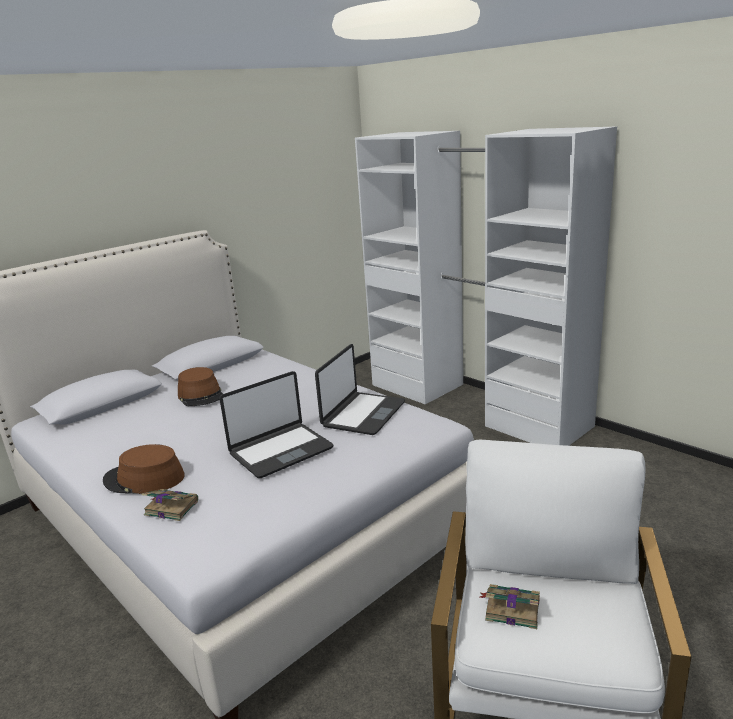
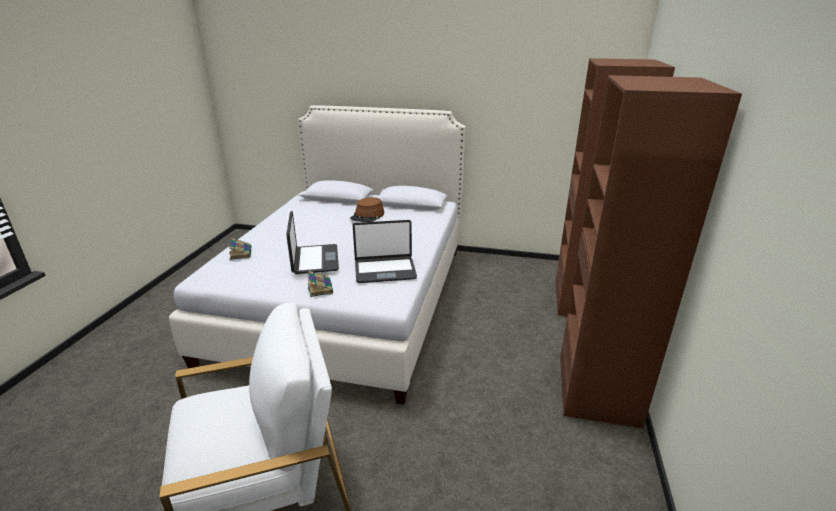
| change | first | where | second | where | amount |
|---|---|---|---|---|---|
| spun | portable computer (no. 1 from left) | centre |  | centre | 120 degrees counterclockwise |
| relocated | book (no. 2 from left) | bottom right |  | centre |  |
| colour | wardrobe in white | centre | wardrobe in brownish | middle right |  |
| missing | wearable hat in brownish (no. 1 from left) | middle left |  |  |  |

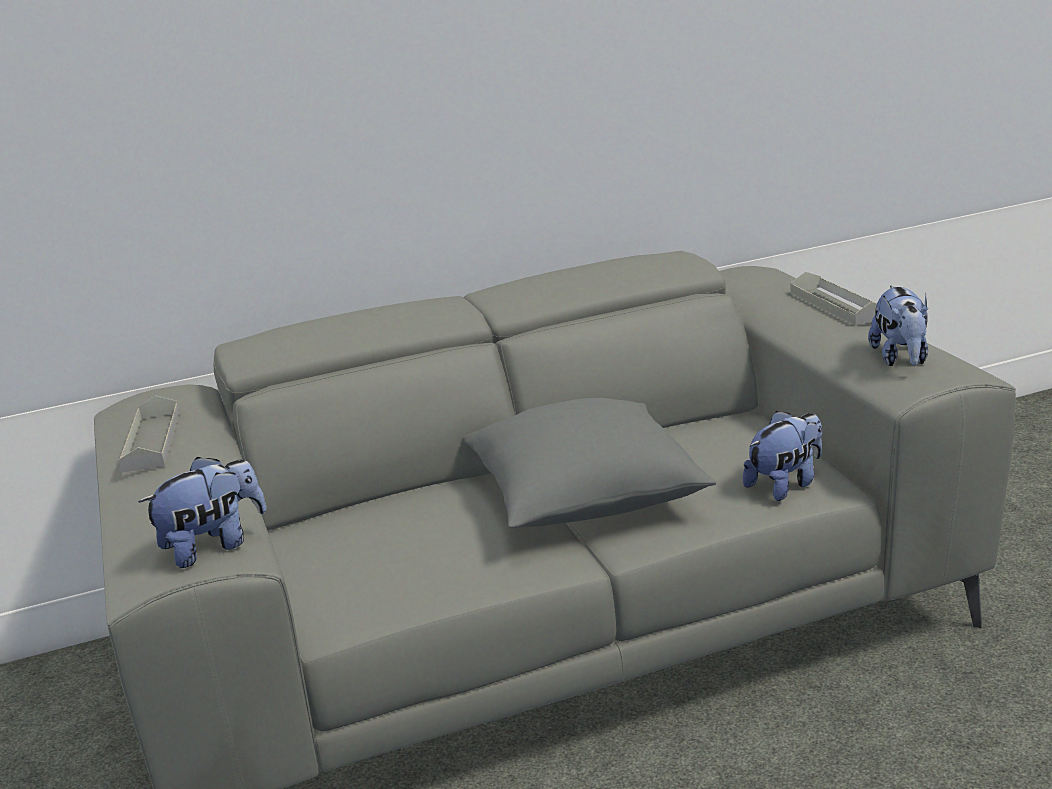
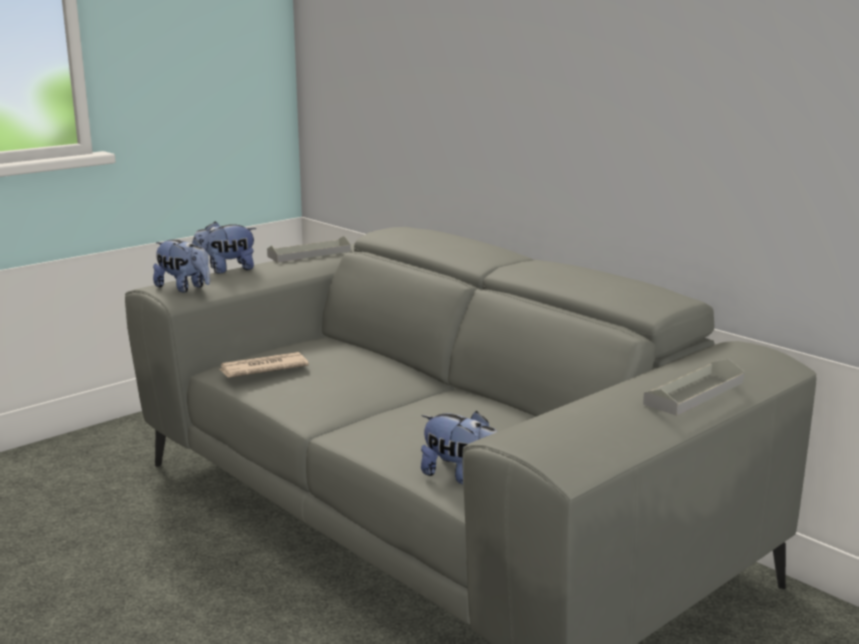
| change | first | where | second | where | amount |
|---|---|---|---|---|---|
| relocated | plush toy (no. 3 from left in the first image) | middle right | plush toy (no. 2 from left) | middle left |  |
| appeared |  |  | daily paper | middle left |  |
| missing | pillow in gray | centre |  |  |  |

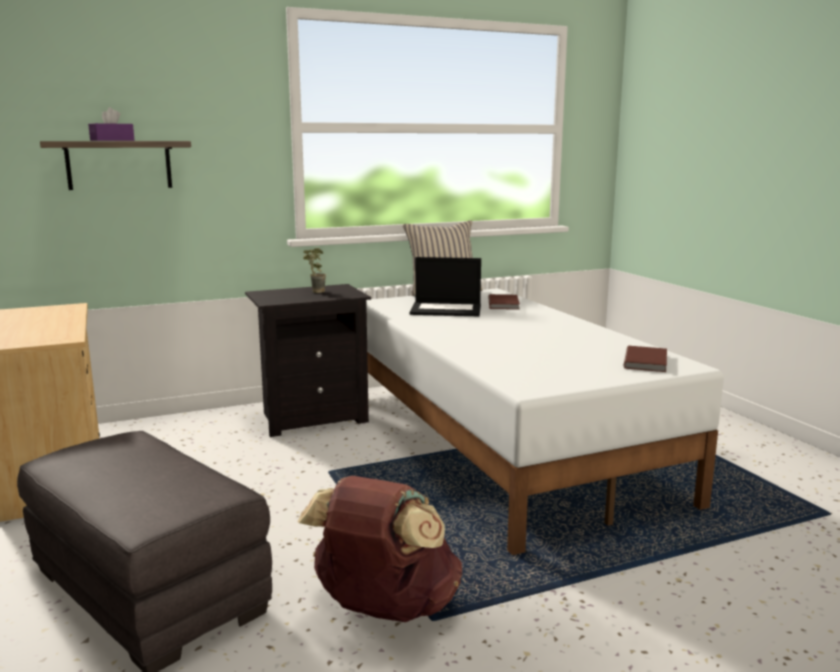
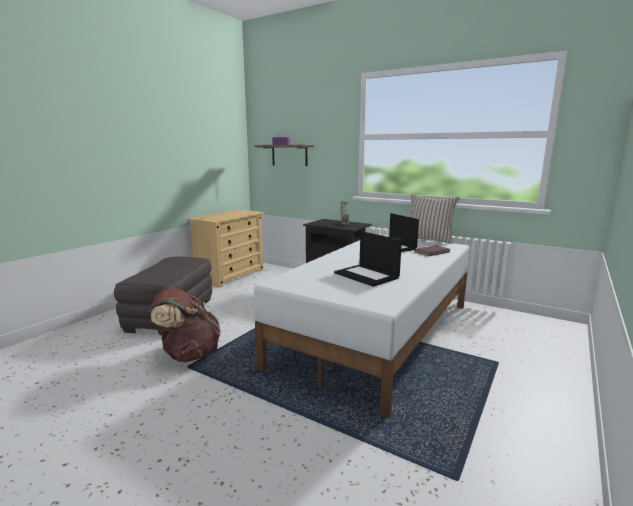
| change | first | where | second | where | amount |
|---|---|---|---|---|---|
| appeared |  |  | portable computer (no. 1 from left) | centre |  |
| missing | book in brownish (no. 2 from left) | middle right |  |  |  |

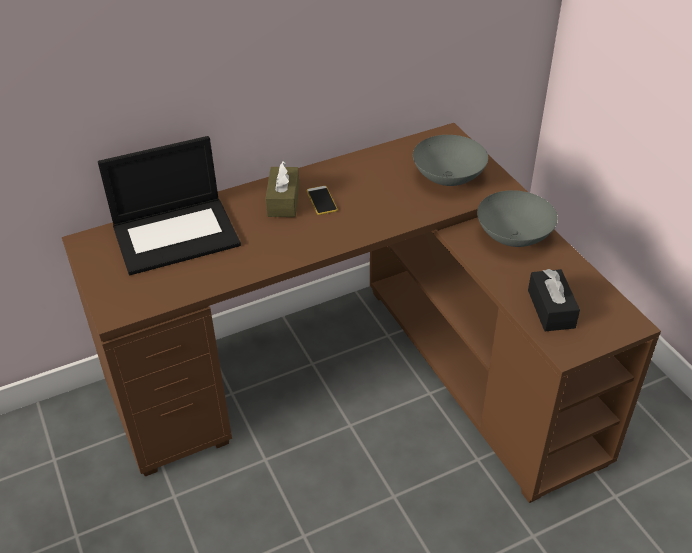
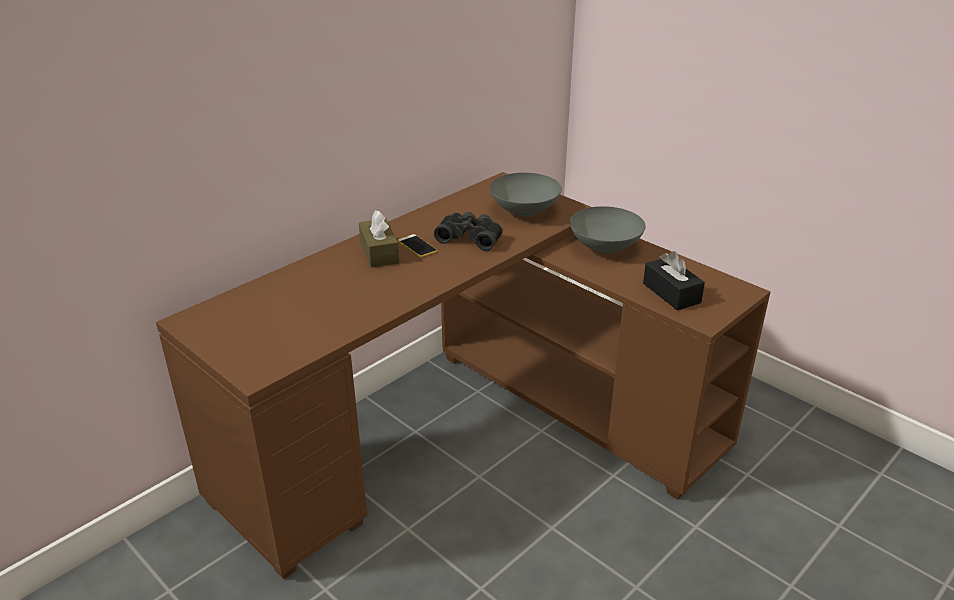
| change | first | where | second | where | amount |
|---|---|---|---|---|---|
| appeared |  |  | field glasses in blackish | centre |  |
| missing | portable computer | middle left |  |  |  |

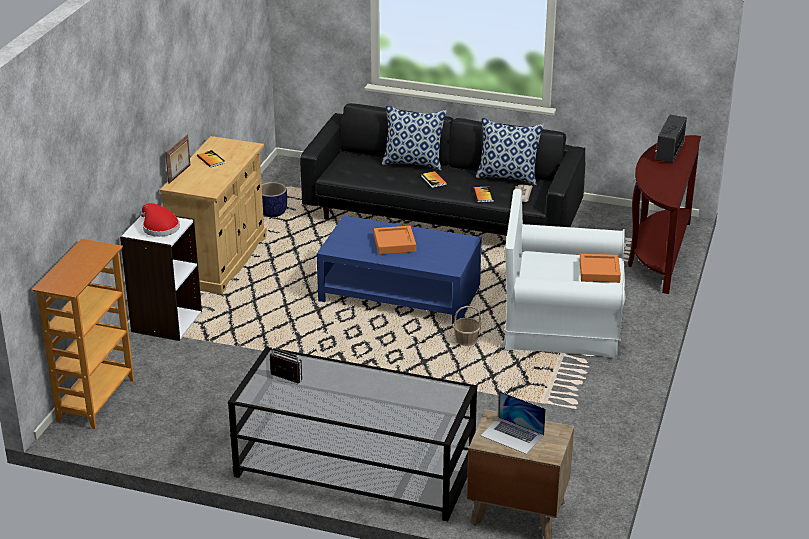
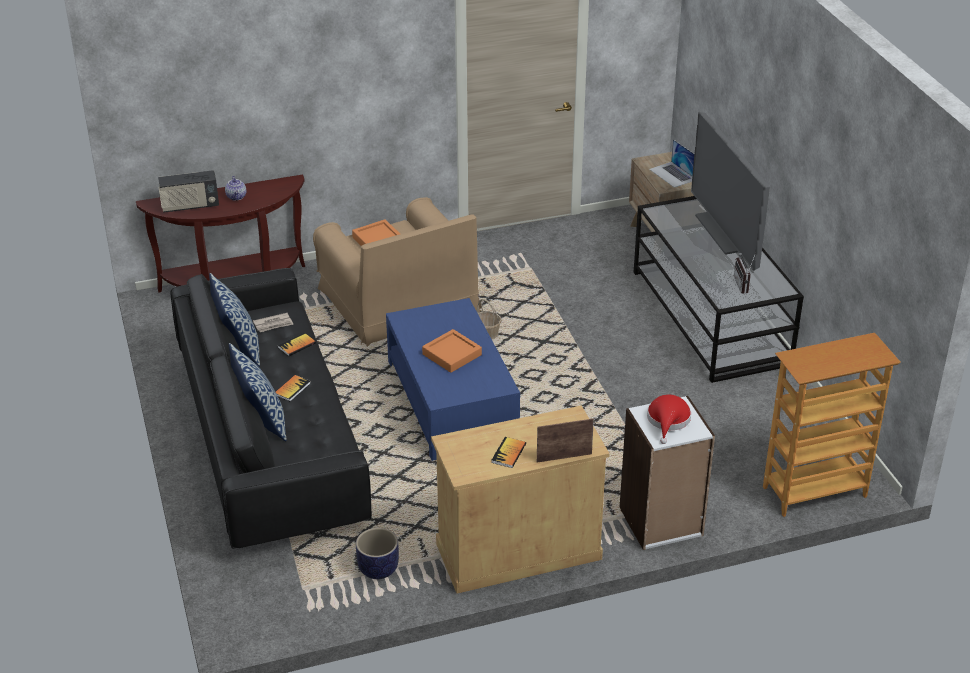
| change | first | where | second | where | amount |
|---|---|---|---|---|---|
| appeared |  |  | pot for tea | top left |  |
| colour | easy chair in white | middle right | easy chair in brownish | centre |  |
| spun | portable computer | bottom centre |  | top right | 150 degrees clockwise |
| appeared |  |  | television | top right |  |

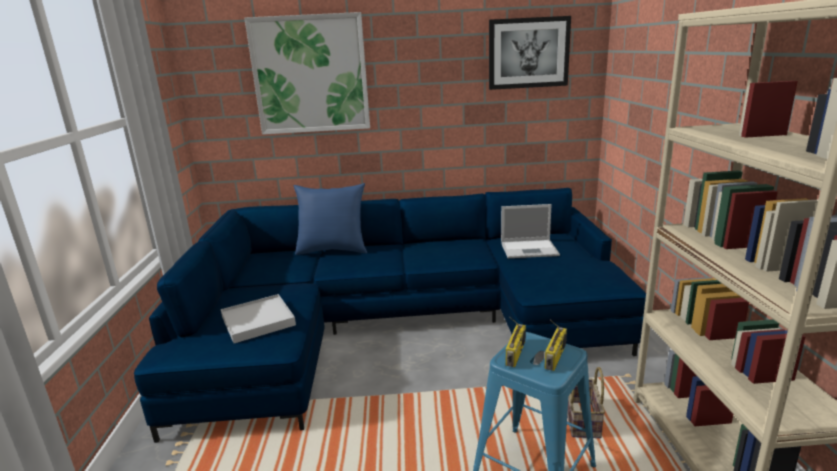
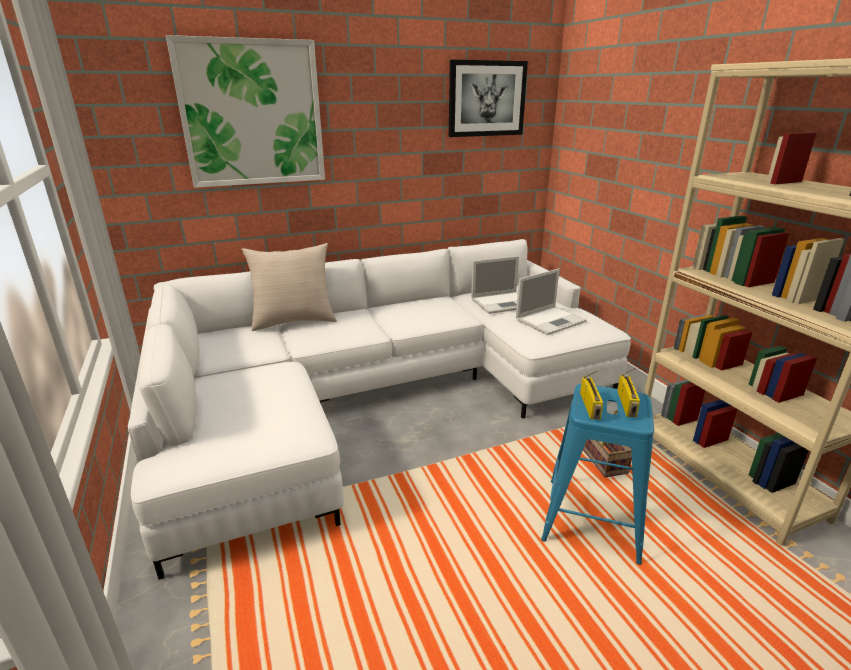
| change | first | where | second | where | amount |
|---|---|---|---|---|---|
| colour | sofa in blue-coloured | bottom centre | sofa in white | centre |  |
| colour | pillow in blue-coloured | centre | pillow in beige-coloured | centre |  |
| appeared |  |  | portable computer (no. 2 from left) | centre |  |
| missing | carrying tray in white | bottom left |  |  |  |

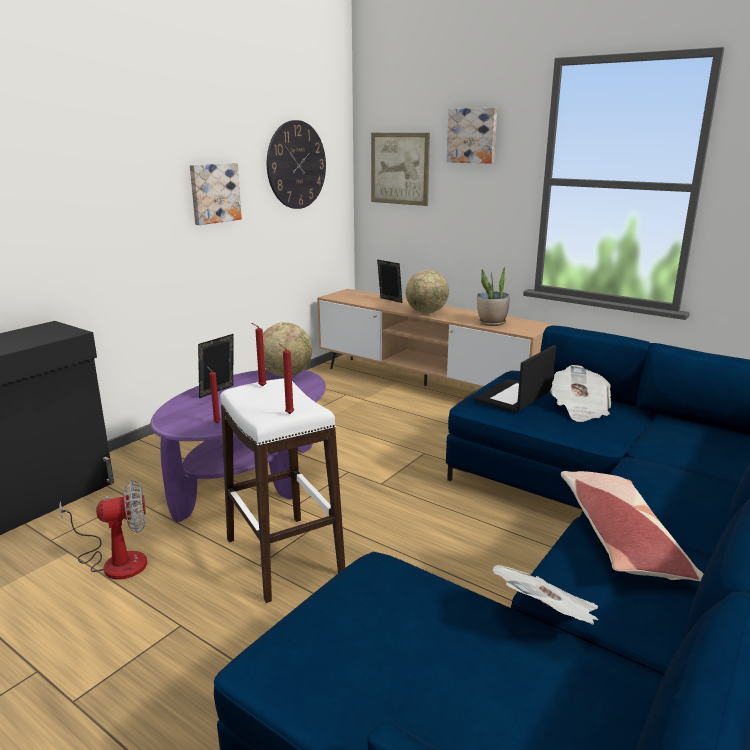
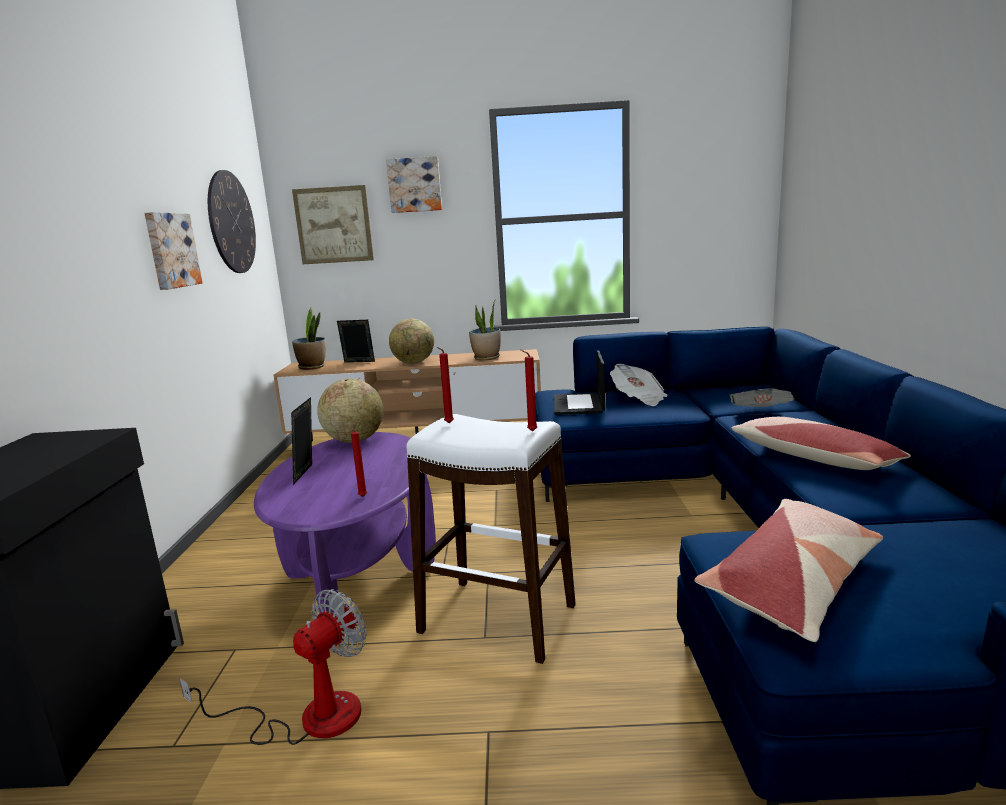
| change | first | where | second | where | amount |
|---|---|---|---|---|---|
| appeared |  |  | potted plant (no. 1 from left) | middle left |  |
| appeared |  |  | pillow (no. 1 from left) | bottom right |  |
| relocated | daily paper (no. 1 from left in the first image) | bottom right | daily paper (no. 2 from left) | middle right |  |

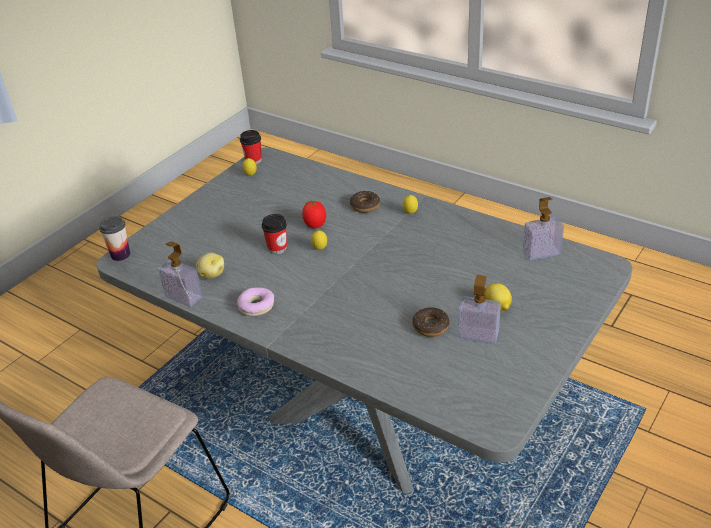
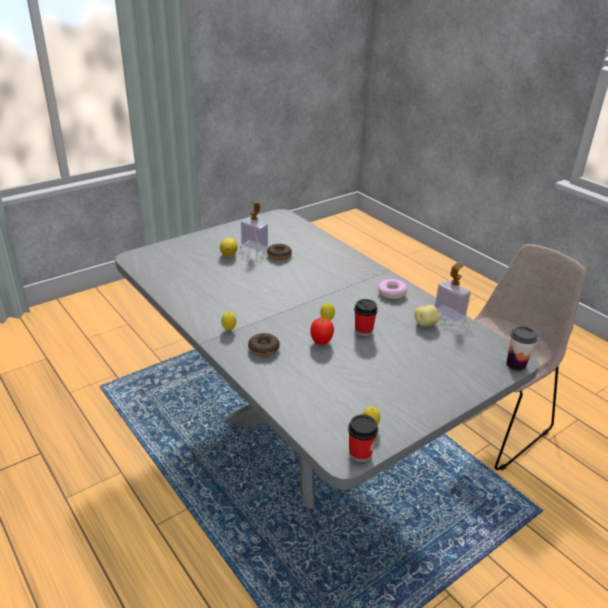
| change | first | where | second | where | amount |
|---|---|---|---|---|---|
| missing | soap dispenser (no. 3 from left) | middle right |  |  |  |

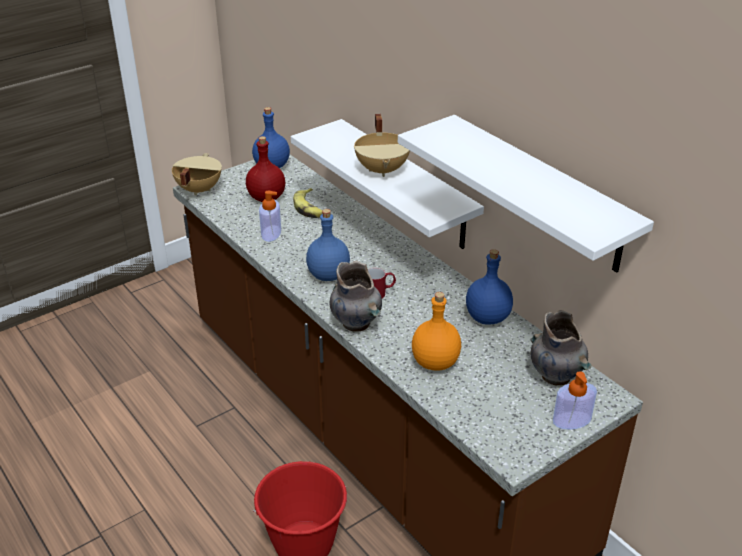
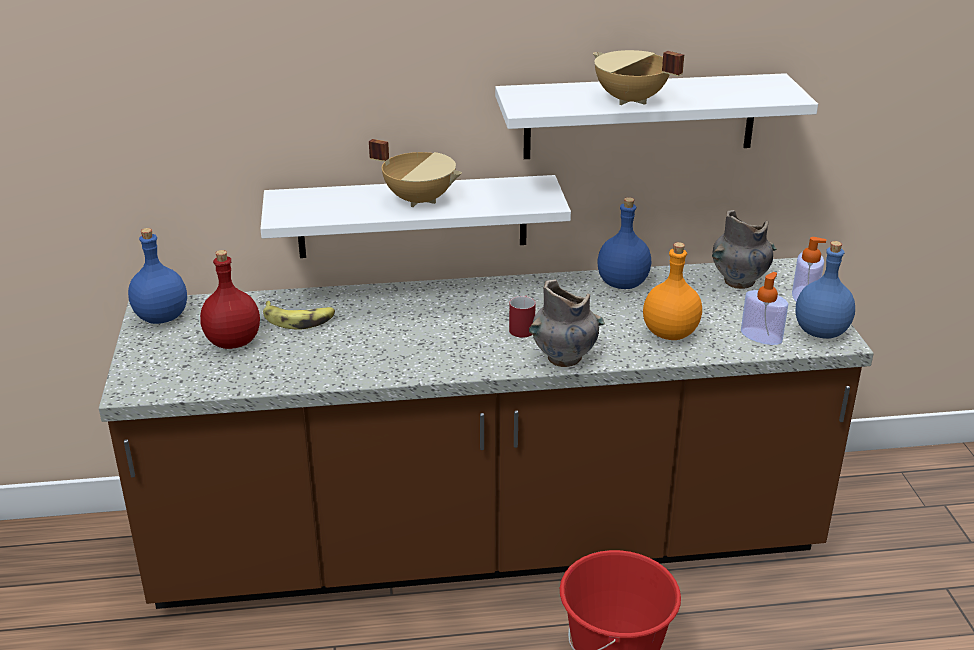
| change | first | where | second | where | amount |
|---|---|---|---|---|---|
| relocated | stockpot in beige-coloured (no. 1 from left in the first image) | top left | stockpot in beige-coloured (no. 2 from left) | top centre |  |
| relocated | soap dispenser (no. 1 from left) | centre |  | middle right |  |
| relocated | beverage bottle in blue-coloured (no. 2 from left in the first image) | centre | beverage bottle in blue-coloured (no. 3 from left) | middle right |  |

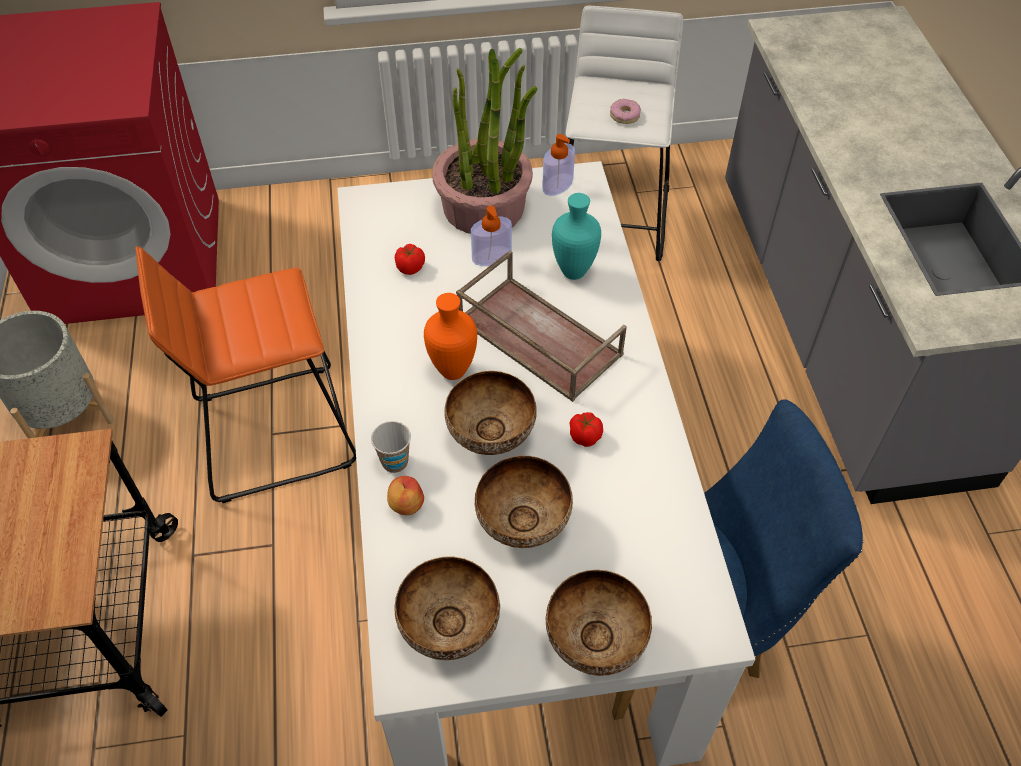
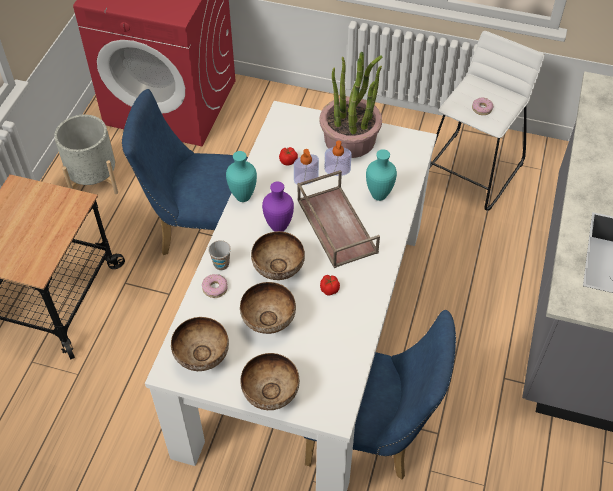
| change | first | where | second | where | amount |
|---|---|---|---|---|---|
| exchanged | stool seat in orange-coloured | middle left | plain chair in blue-coloured (no. 1 from left) | middle left |  |
| exchanged | apple | centre | doughnut (no. 1 from left) | centre |  |
| appeared |  |  | flower vase in turquoise (no. 1 from left) | centre |  |
| colour | flower vase in orange-coloured | centre | flower vase in purplish | centre |  |
| relocated | soap dispenser (no. 2 from left in the first image) | top centre | soap dispenser (no. 1 from left) | centre |  |

